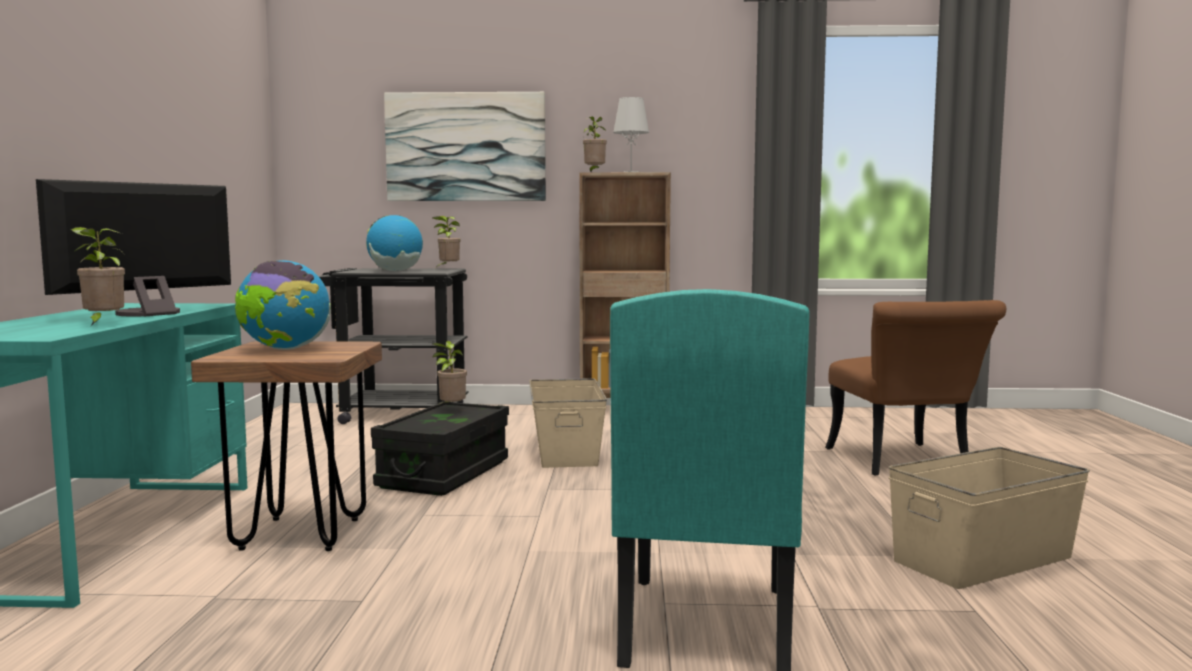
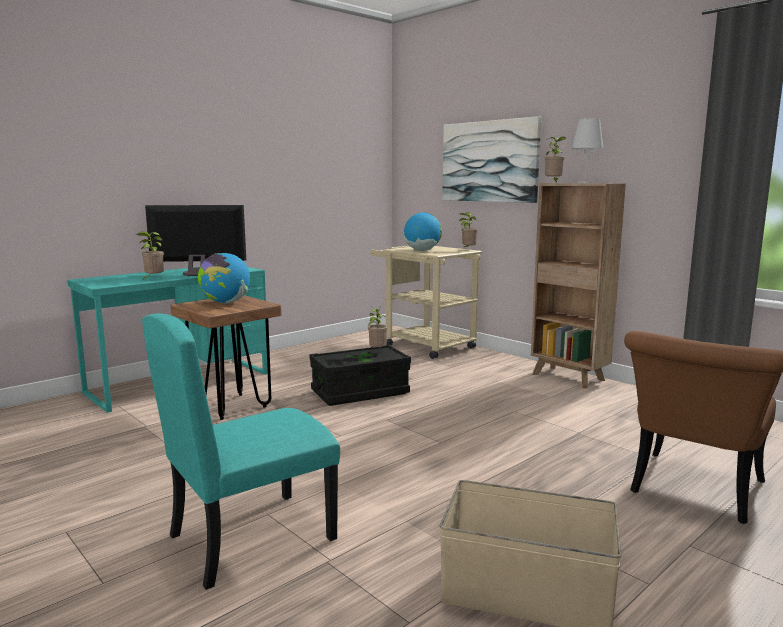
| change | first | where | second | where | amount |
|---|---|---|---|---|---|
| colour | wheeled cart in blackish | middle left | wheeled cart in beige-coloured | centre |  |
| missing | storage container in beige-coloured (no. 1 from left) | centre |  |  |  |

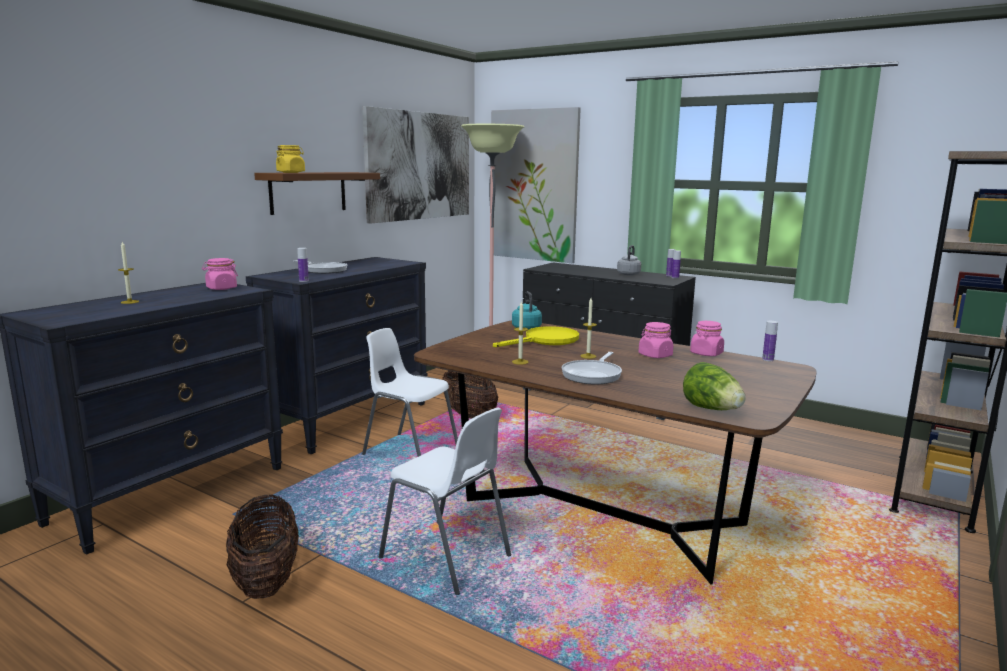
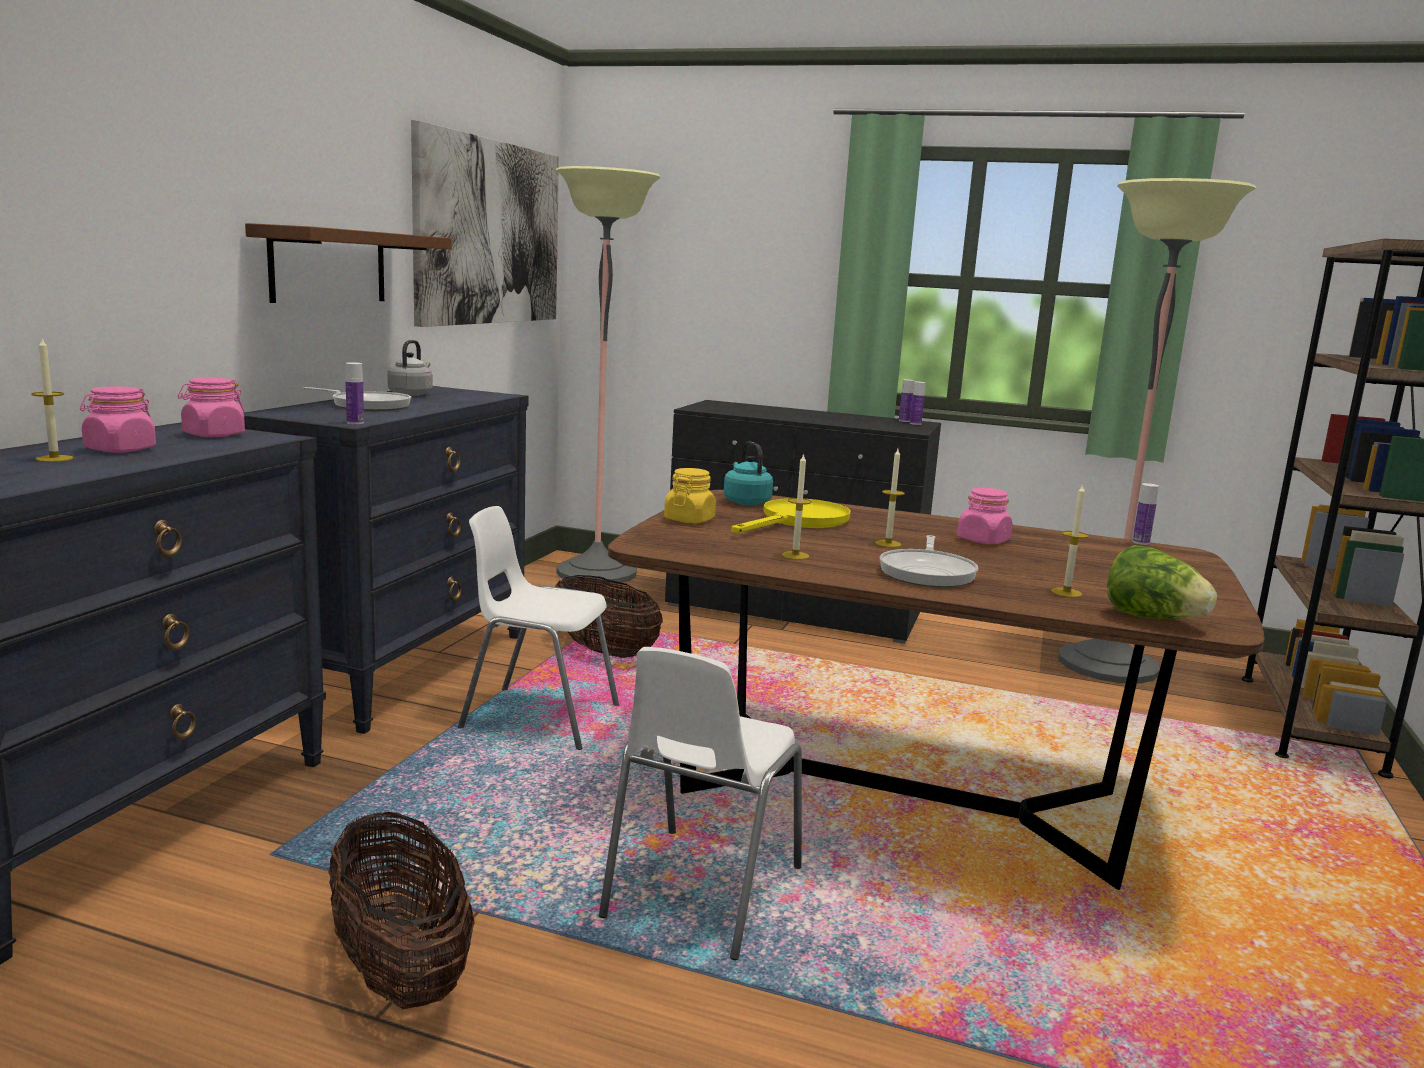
| change | first | where | second | where | amount |
|---|---|---|---|---|---|
| relocated | preserve jar in pink-coloured (no. 3 from left in the first image) | middle right | preserve jar in pink-coloured (no. 1 from left) | middle left |  |
| relocated | water kettle in gray | centre |  | middle left |  |
| spun | plain chair in white (no. 2 from left) | bottom centre |  | bottom centre | 90 degrees clockwise |
| relocated | preserve jar in yellow | top left |  | centre |  |
| appeared |  |  | wax light (no. 4 from left) | middle right |  |
| appeared |  |  | floor lamp (no. 2 from left) | middle right |  |
| missing | wall picture (no. 2 from left) | top centre |  |  |  |

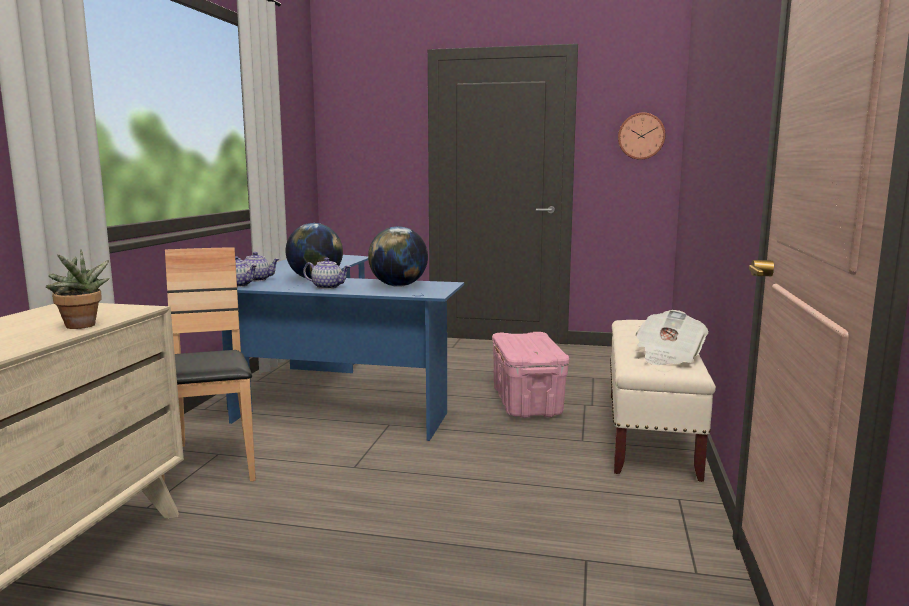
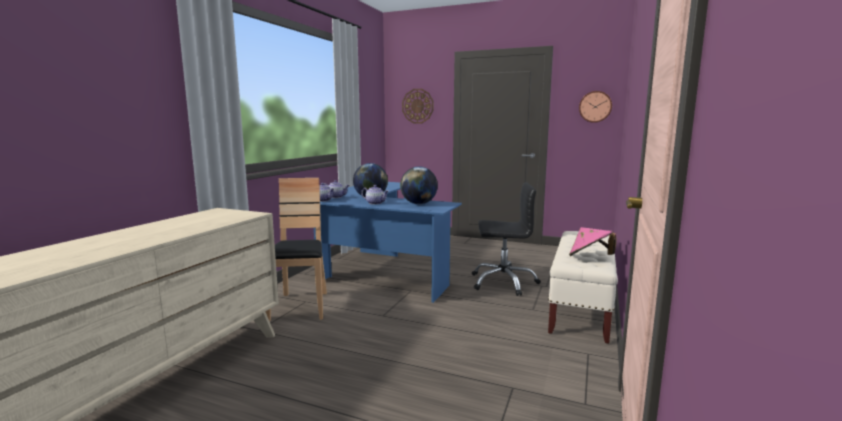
| change | first | where | second | where | amount |
|---|---|---|---|---|---|
| appeared |  |  | wall clock (no. 1 from left) | top centre |  |
| exchanged | storage container in pink-coloured | centre | computer chair in blackish | centre |  |
| exchanged | daily paper | middle right | wearable hat in pink-coloured | middle right |  |
| missing | potted plant | middle left |  |  |  |

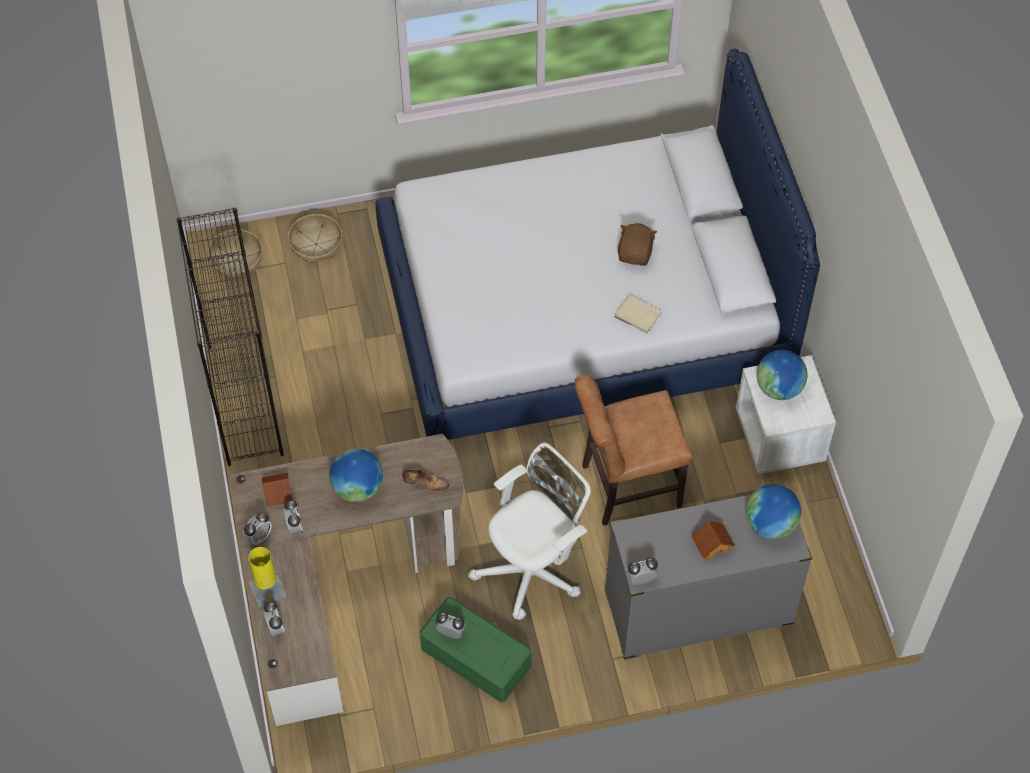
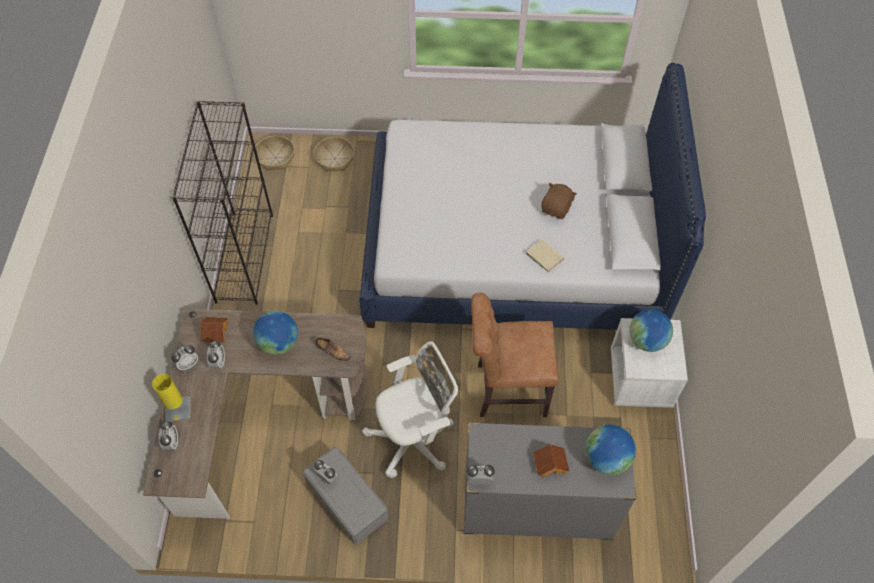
| change | first | where | second | where | amount |
|---|---|---|---|---|---|
| colour | storage container in green | bottom centre | storage container in gray | bottom centre |  |

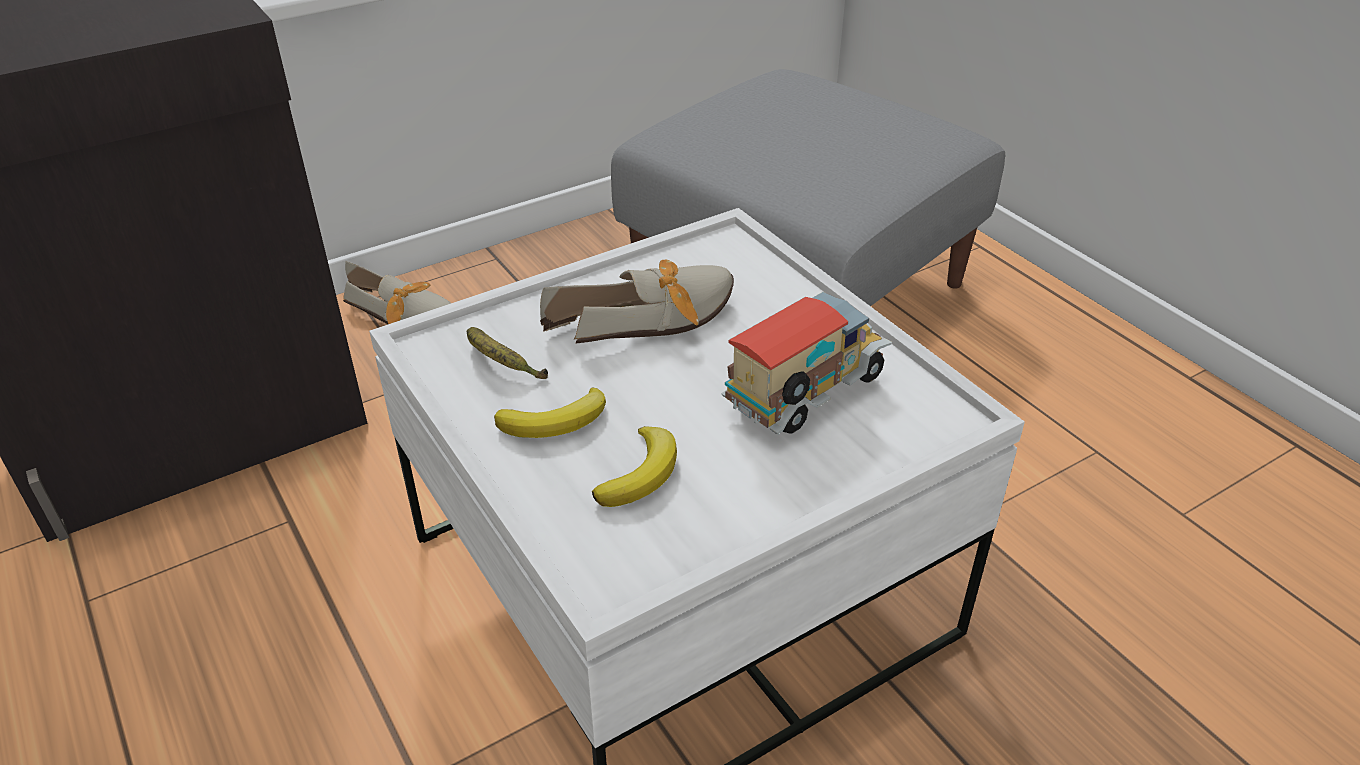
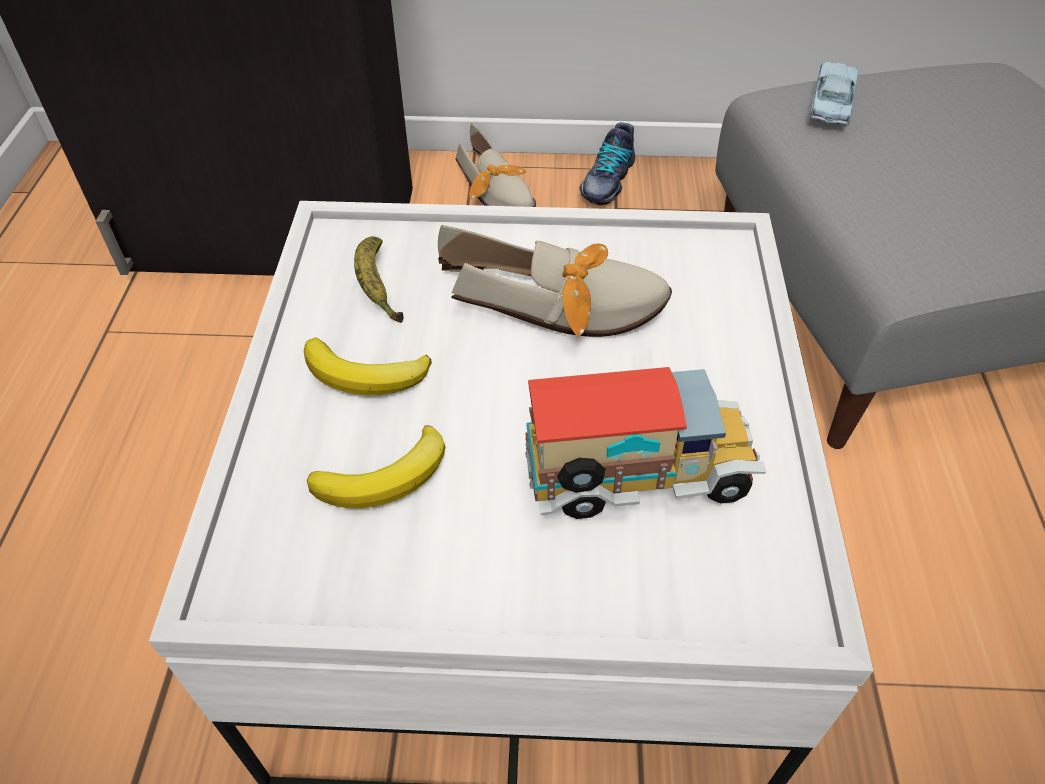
| change | first | where | second | where | amount |
|---|---|---|---|---|---|
| appeared |  |  | shoe (no. 3 from left) | top centre |  |
| appeared |  |  | toy car in blue-coloured | top right |  |

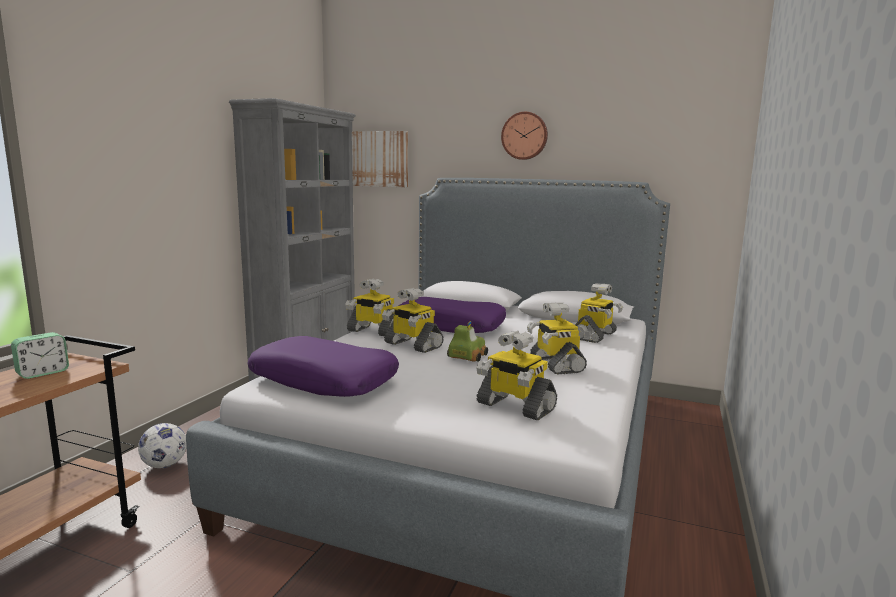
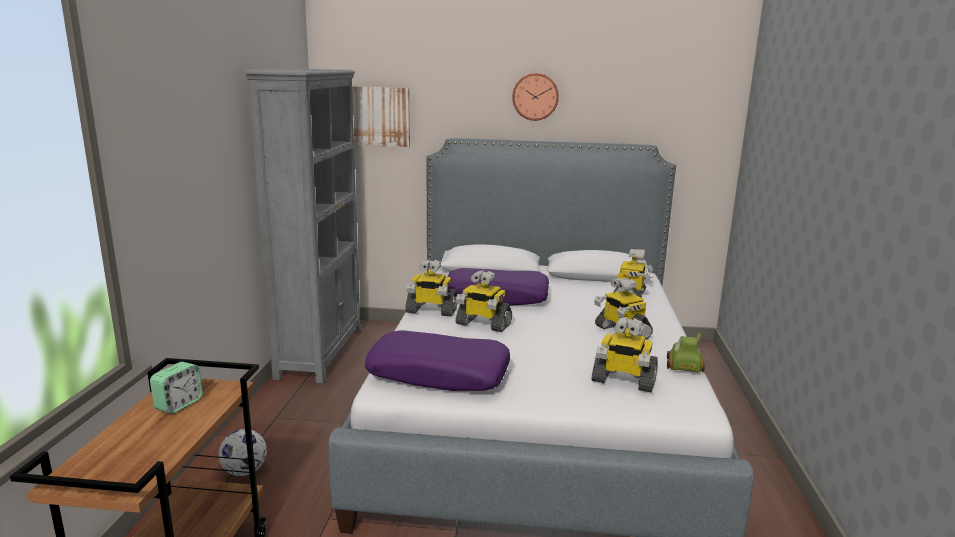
| change | first | where | second | where | amount |
|---|---|---|---|---|---|
| relocated | toy car | centre |  | middle right |  |

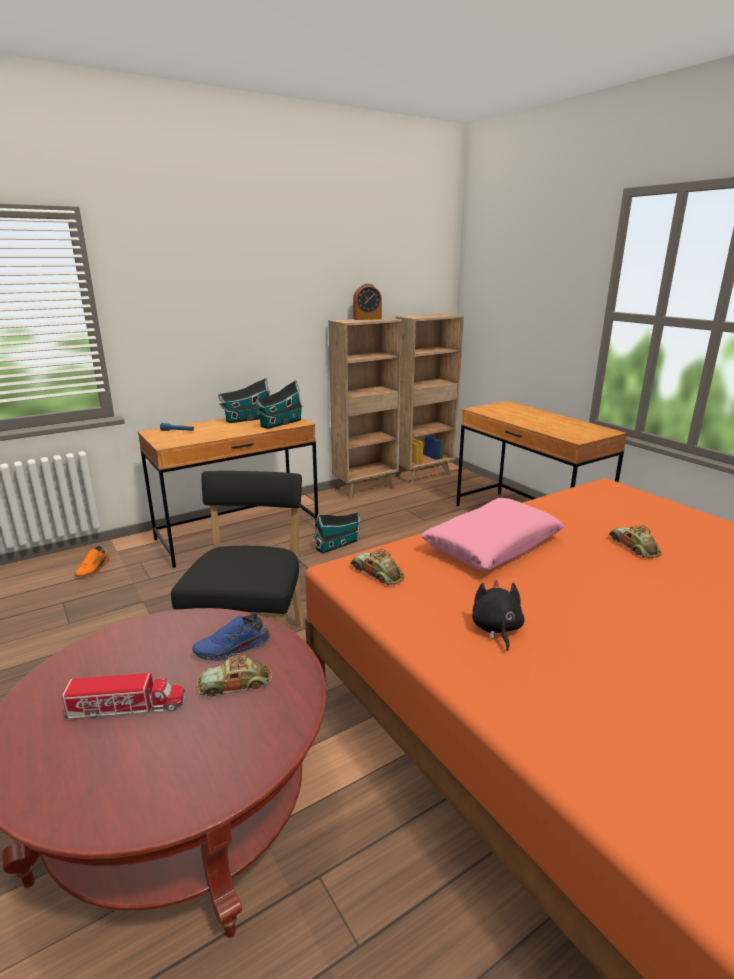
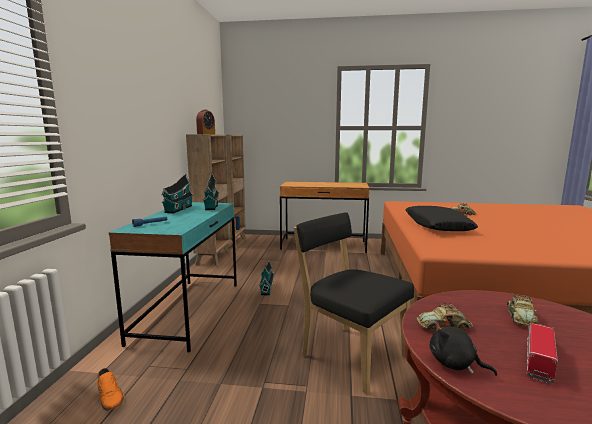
| change | first | where | second | where | amount |
|---|---|---|---|---|---|
| colour | desk table in brownish (no. 1 from left) | middle left | desk table in turquoise | middle left |  |
| colour | pillow in pink-coloured | middle right | pillow in blackish | middle right |  |
| relocated | toy car (no. 2 from left in the first image) | centre | toy car (no. 1 from left) | bottom right |  |
| relocated | plush toy in blackish | middle right |  | bottom right |  |
| missing | shoe in blue-coloured | middle left |  |  |  |

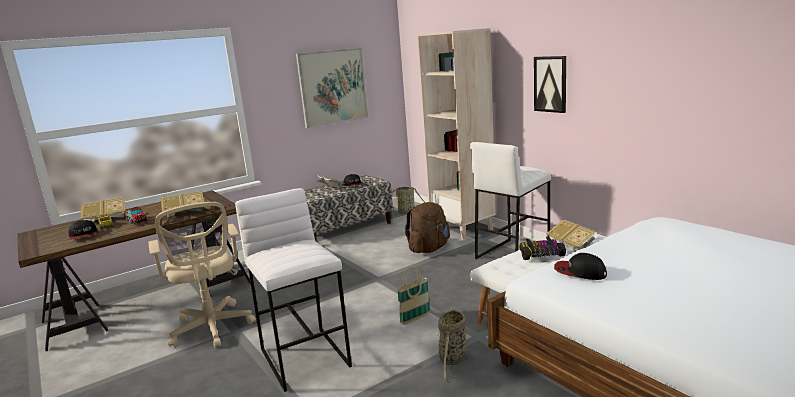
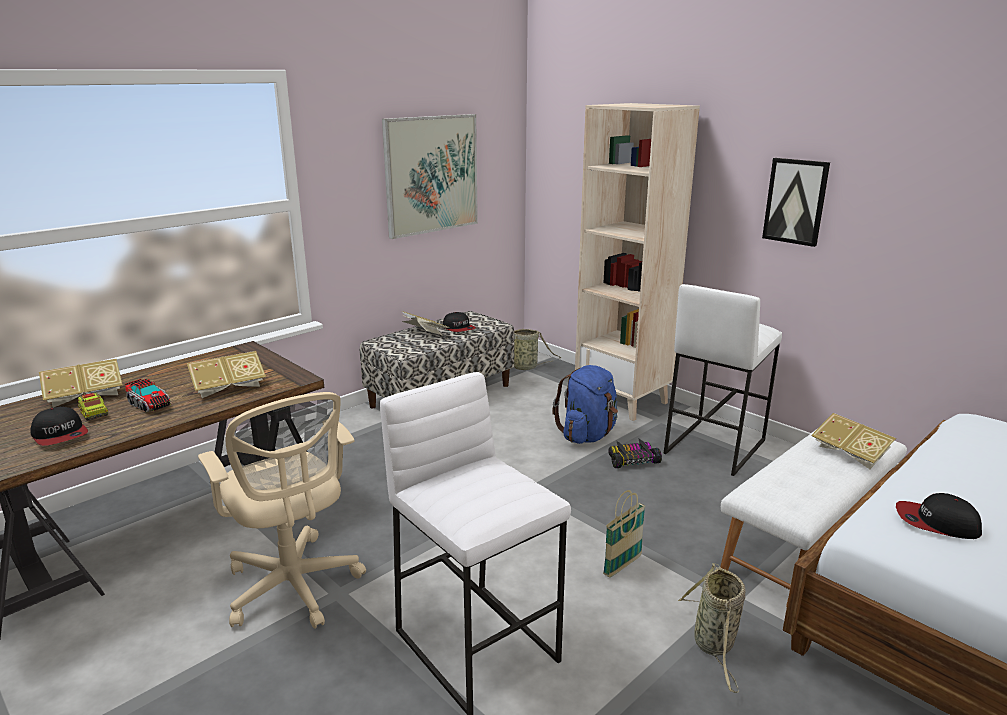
| change | first | where | second | where | amount |
|---|---|---|---|---|---|
| colour | rucksack in brownish | centre | rucksack in blue-coloured | centre |  |
| relocated | toy car | middle right |  | centre |  |

